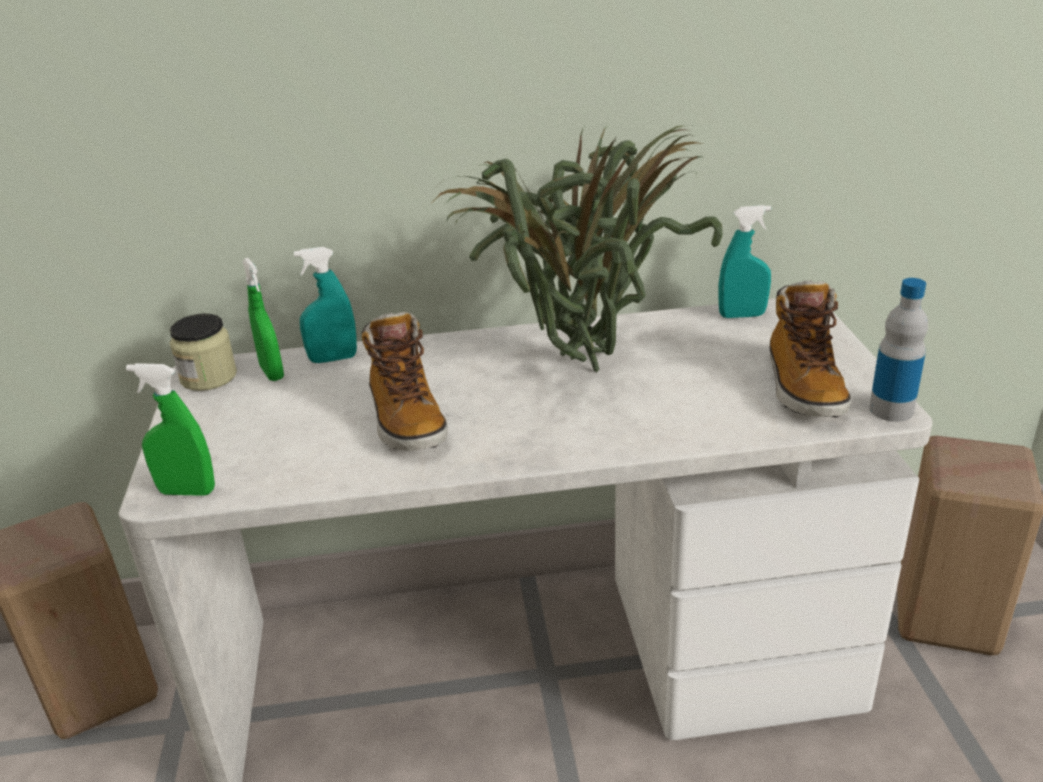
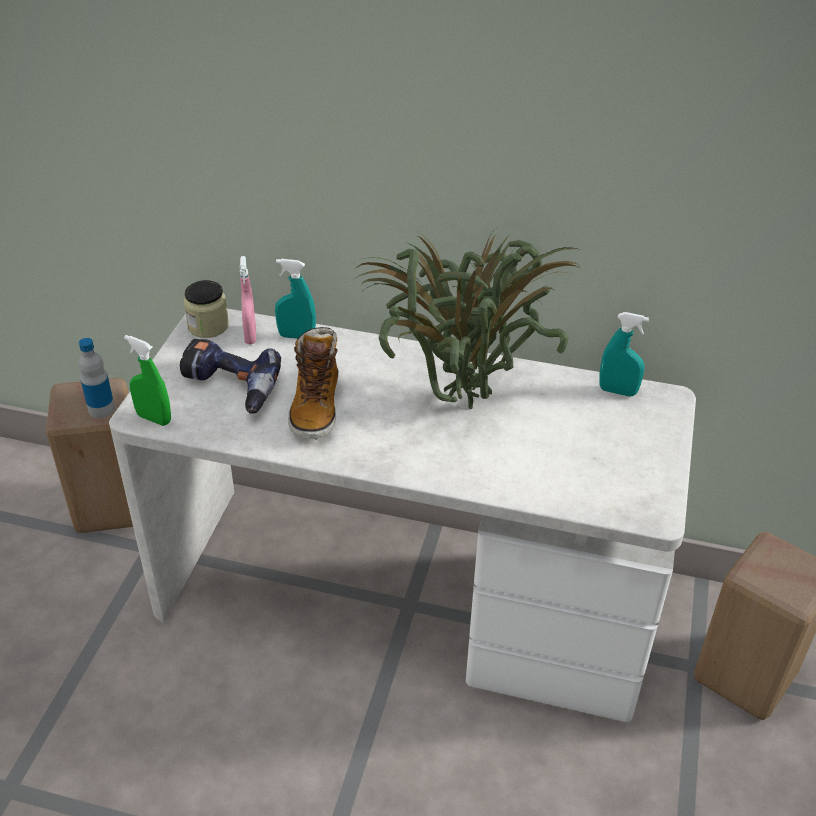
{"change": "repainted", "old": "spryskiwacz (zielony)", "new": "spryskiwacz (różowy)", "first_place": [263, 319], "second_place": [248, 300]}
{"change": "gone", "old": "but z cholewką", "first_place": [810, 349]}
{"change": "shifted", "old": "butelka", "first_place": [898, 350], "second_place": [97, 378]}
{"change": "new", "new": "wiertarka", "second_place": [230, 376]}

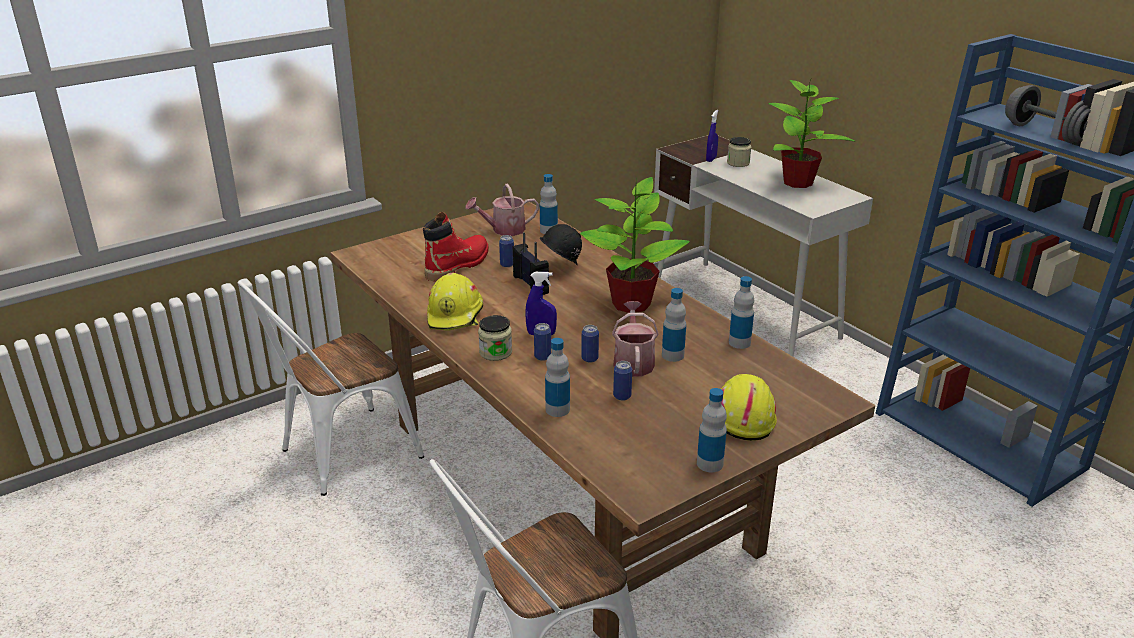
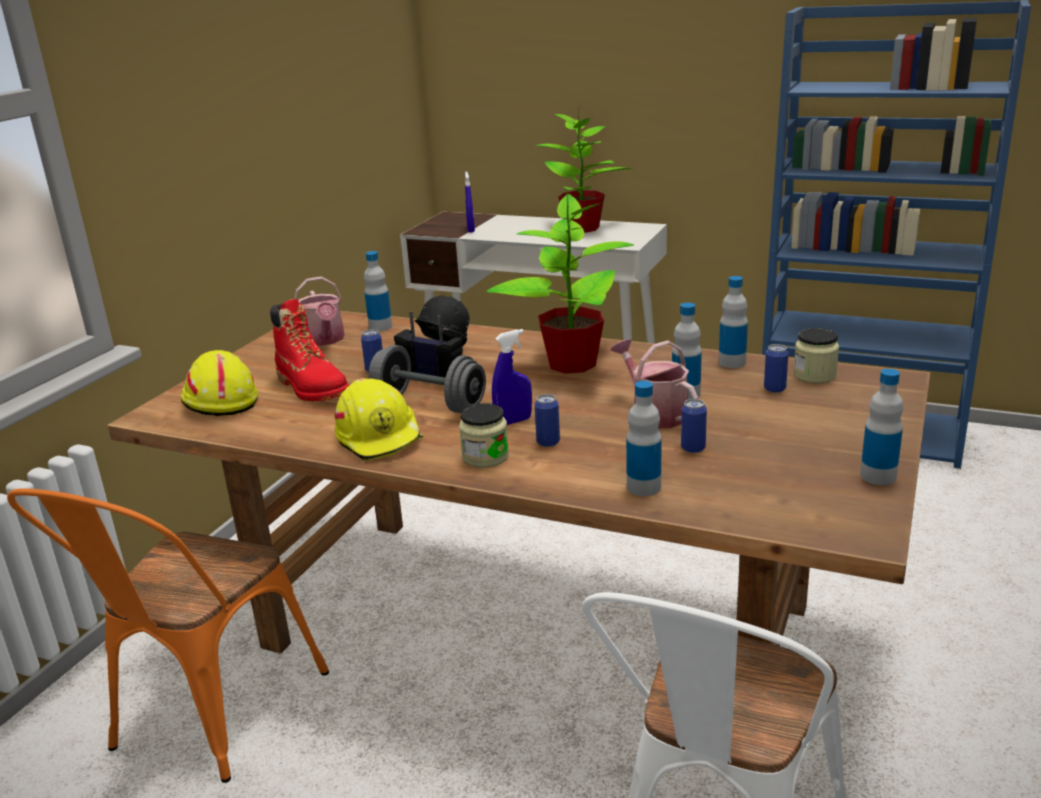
{"change": "repainted", "old": "krzesło (biały)", "new": "krzesło (pomarańczowy)", "first_place": [330, 388], "second_place": [168, 636]}
{"change": "rotated", "old": "but z cholewką (czerwony)", "first_place": [456, 246], "second_place": [309, 350], "degrees": 135}
{"change": "rotated", "old": "konewka", "first_place": [502, 210], "second_place": [319, 311], "degrees": -60}
{"change": "shifted", "old": "puszka", "first_place": [590, 344], "second_place": [776, 368]}
{"change": "shifted", "old": "kask (żółty)", "first_place": [748, 407], "second_place": [219, 383]}
{"change": "shifted", "old": "słoik", "first_place": [739, 152], "second_place": [816, 355]}
{"change": "shifted", "old": "hantel (szary)", "first_place": [1048, 114], "second_place": [427, 379]}

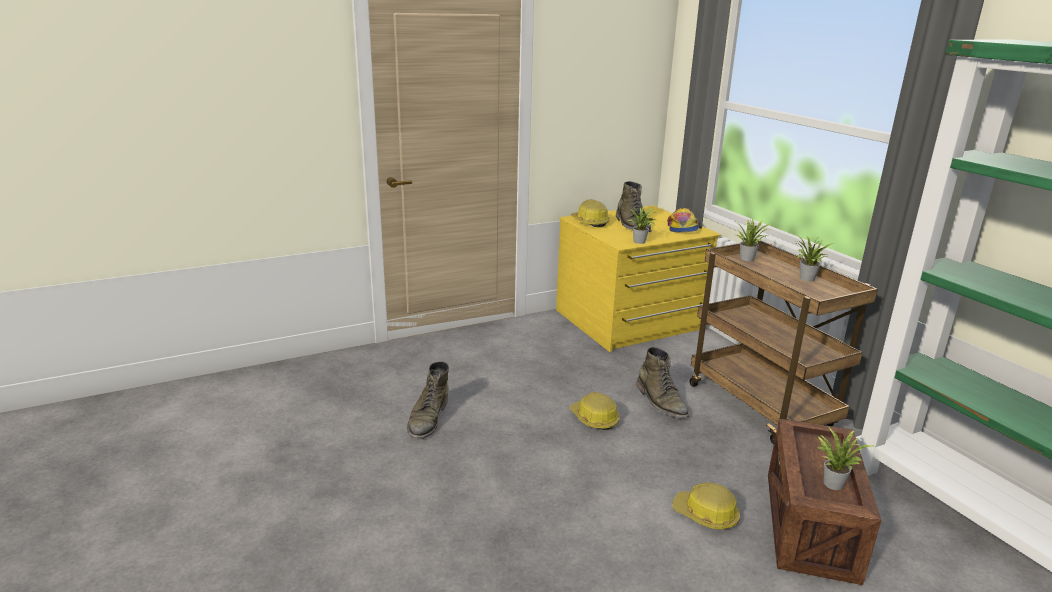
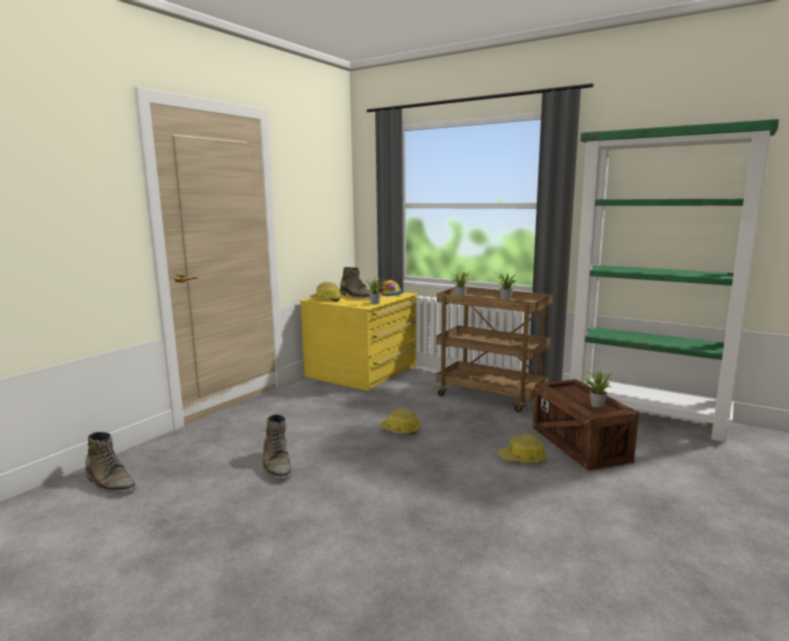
{"change": "shifted", "old": "but z cholewką (zielony)", "first_place": [662, 382], "second_place": [111, 462]}

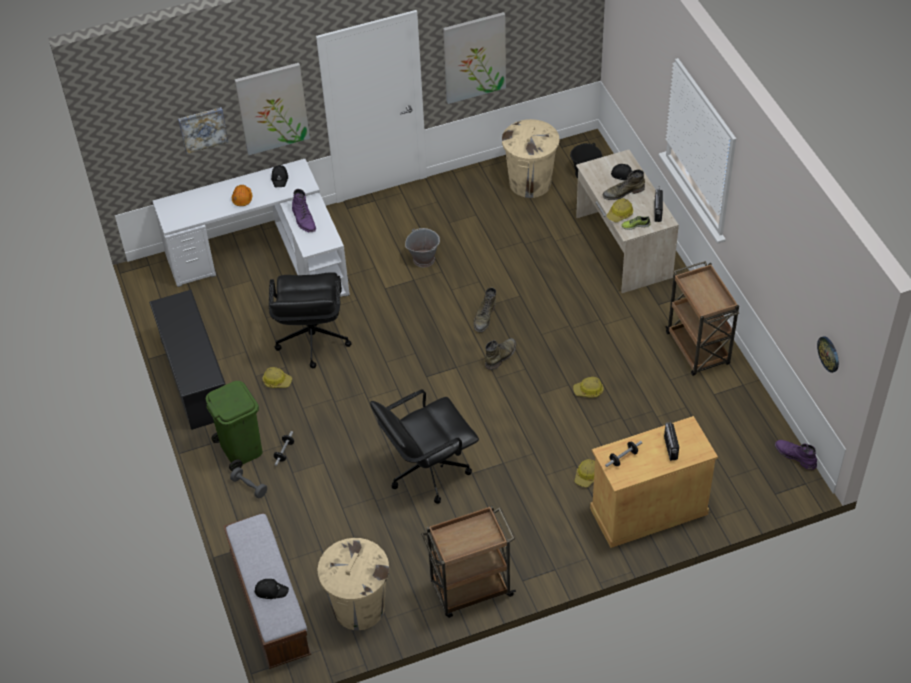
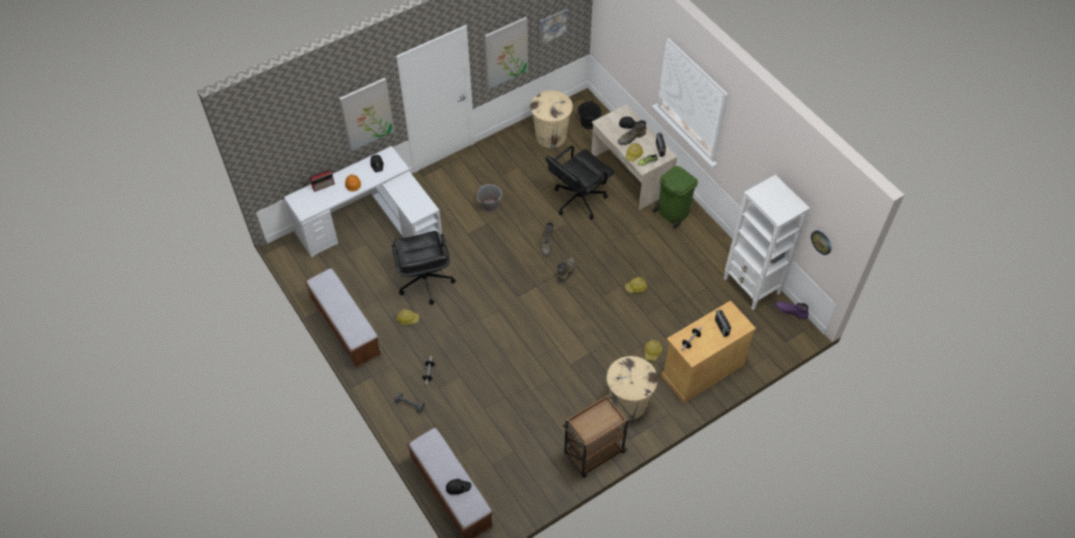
{"change": "swapped", "old": "regał na buty (czarny)", "new": "ławka", "first_place": [187, 360], "second_place": [343, 318]}
{"change": "shifted", "old": "obraz", "first_place": [203, 130], "second_place": [554, 27]}
{"change": "shifted", "old": "kosz na śmieci (zielony)", "first_place": [234, 426], "second_place": [675, 197]}
{"change": "gone", "old": "but z cholewką (fioletowy)", "first_place": [304, 210]}
{"change": "shifted", "old": "kosz na śmieci (beżowy)", "first_place": [353, 584], "second_place": [632, 388]}
{"change": "shifted", "old": "krzesło biurowe (czarny)", "first_place": [424, 446], "second_place": [580, 182]}
{"change": "gone", "old": "wózek (brązowy)", "first_place": [702, 318]}
{"change": "new", "new": "radio", "second_place": [322, 180]}
{"change": "new", "new": "regał (biały)", "second_place": [767, 242]}

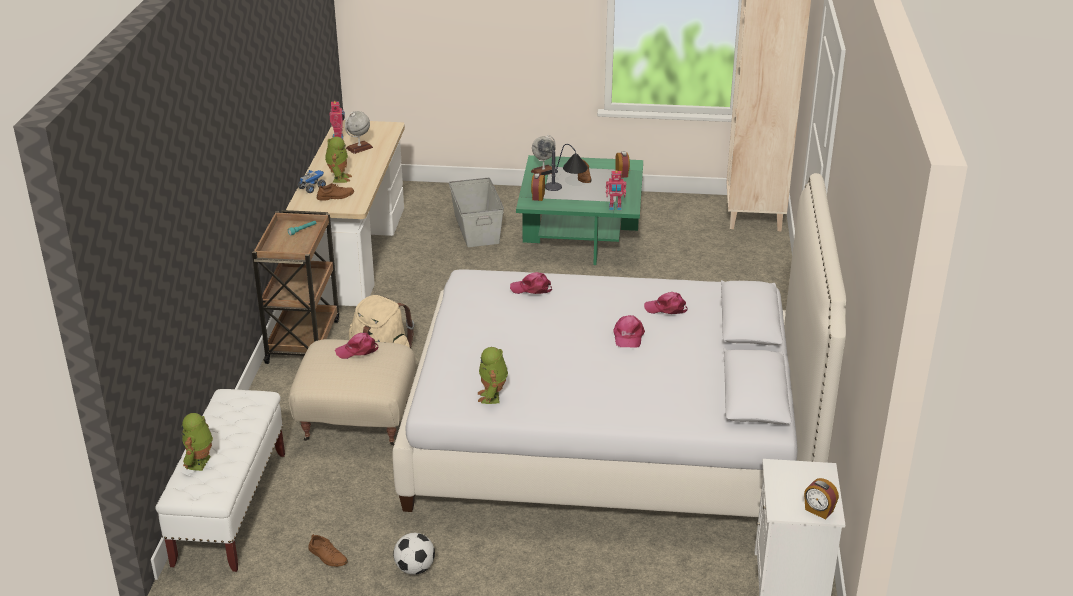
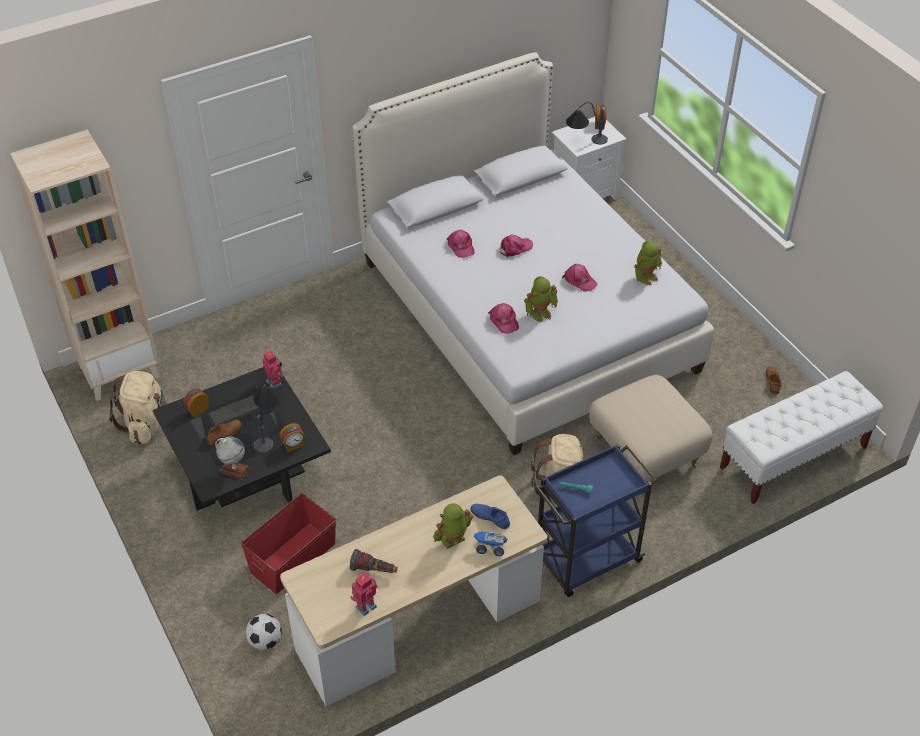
{"change": "shifted", "old": "robot zabawkowy", "first_place": [197, 442], "second_place": [541, 299]}
{"change": "repainted", "old": "wózek (brązowy)", "new": "wózek (niebieski)", "first_place": [295, 287], "second_place": [596, 520]}
{"change": "repainted", "old": "but (brązowy)", "new": "but (niebieski)", "first_place": [335, 192], "second_place": [490, 516]}
{"change": "shifted", "old": "czapka z daszkiem (różowy)", "first_place": [356, 346], "second_place": [579, 278]}
{"change": "swapped", "old": "globus", "new": "latarka", "first_place": [359, 132], "second_place": [374, 561]}
{"change": "shifted", "old": "piłka futbolowa", "first_place": [414, 554], "second_place": [264, 632]}
{"change": "repainted", "old": "pojemnik do przechowywania (szary)", "new": "pojemnik do przechowywania (czerwony)", "first_place": [476, 212], "second_place": [288, 543]}
{"change": "repainted", "old": "ława (zielony)", "new": "ława (czarny)", "first_place": [579, 210], "second_place": [242, 439]}
{"change": "new", "new": "plecak (beżowy)", "second_place": [138, 407]}
{"change": "new", "new": "lampa stołowa", "second_place": [587, 123]}

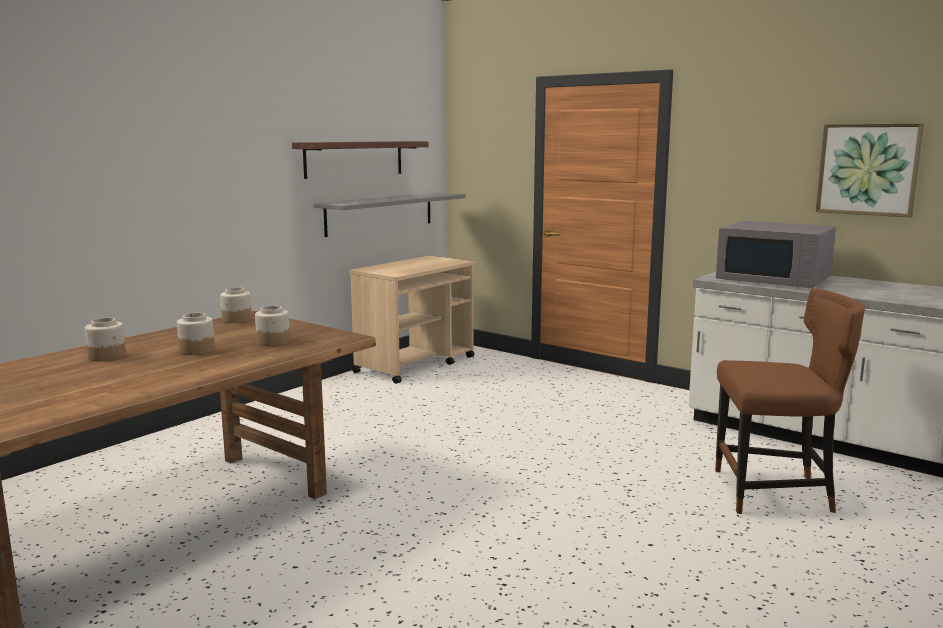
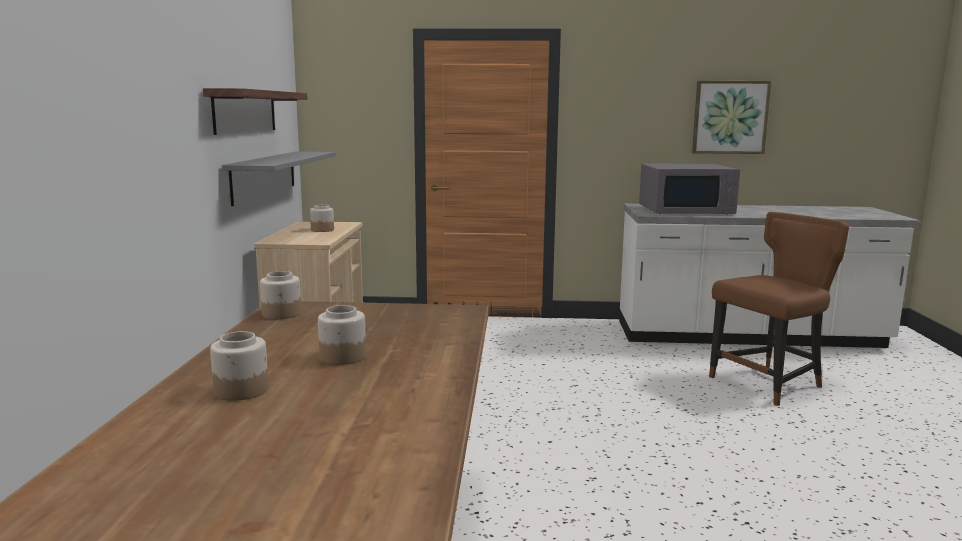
{"change": "shifted", "old": "słoik", "first_place": [272, 326], "second_place": [322, 218]}

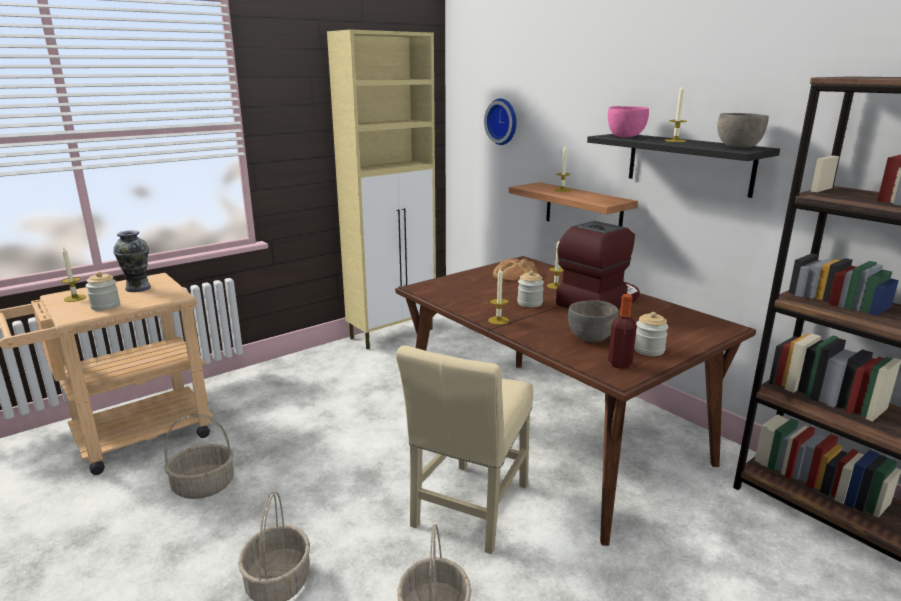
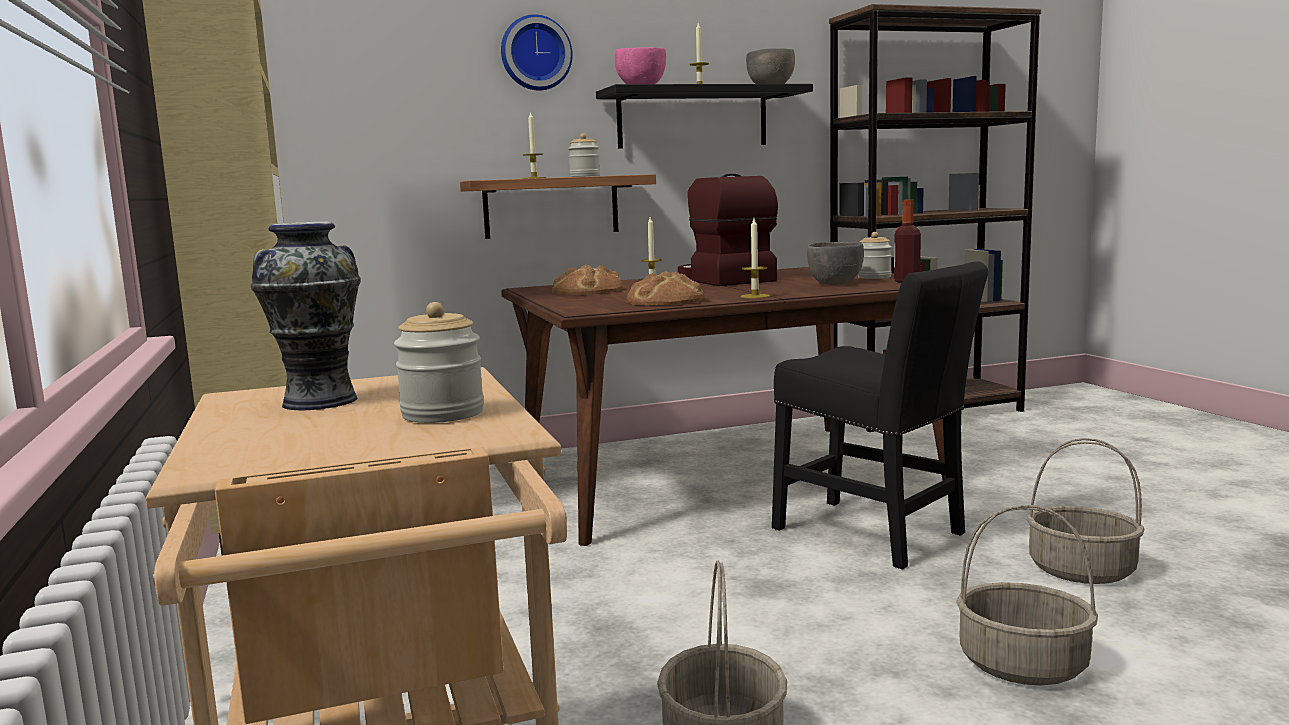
{"change": "gone", "old": "świeca", "first_place": [73, 274]}
{"change": "repainted", "old": "krzesło (beżowy)", "new": "krzesło (czarny)", "first_place": [464, 449], "second_place": [880, 415]}
{"change": "shifted", "old": "zegar ścienny", "first_place": [500, 121], "second_place": [537, 53]}
{"change": "shifted", "old": "słoik", "first_place": [530, 289], "second_place": [584, 155]}
{"change": "new", "new": "chleb", "second_place": [665, 288]}

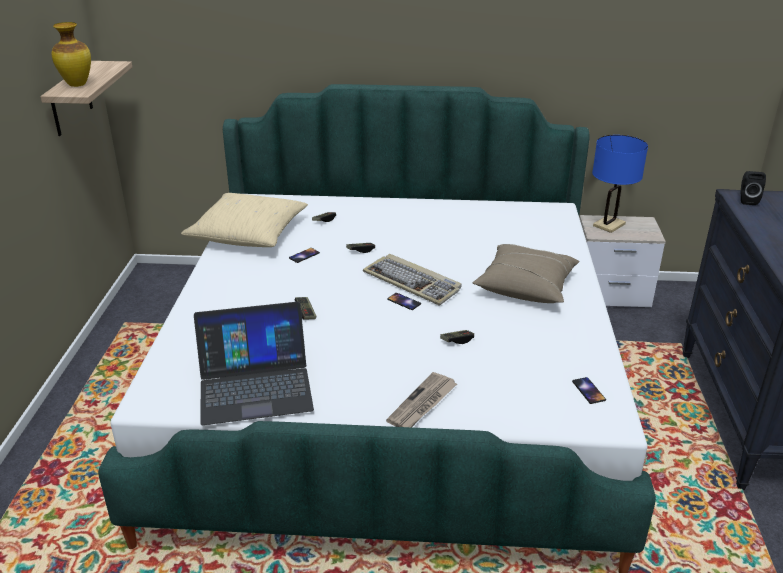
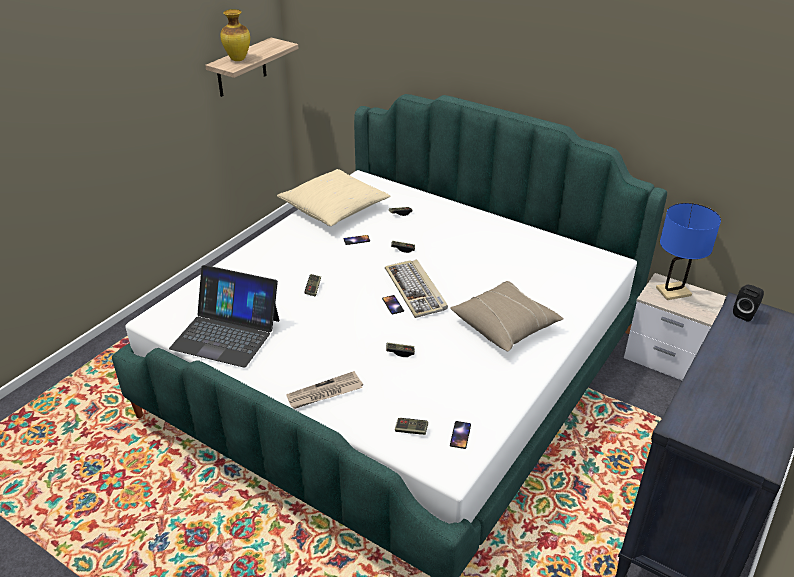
{"change": "new", "new": "pad do gier", "second_place": [411, 426]}

